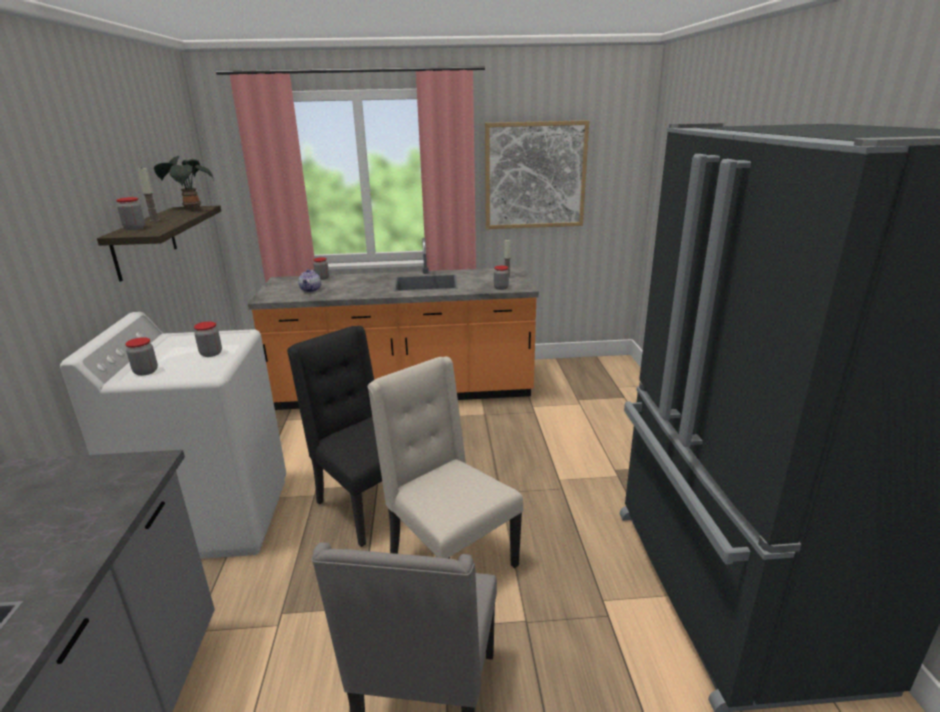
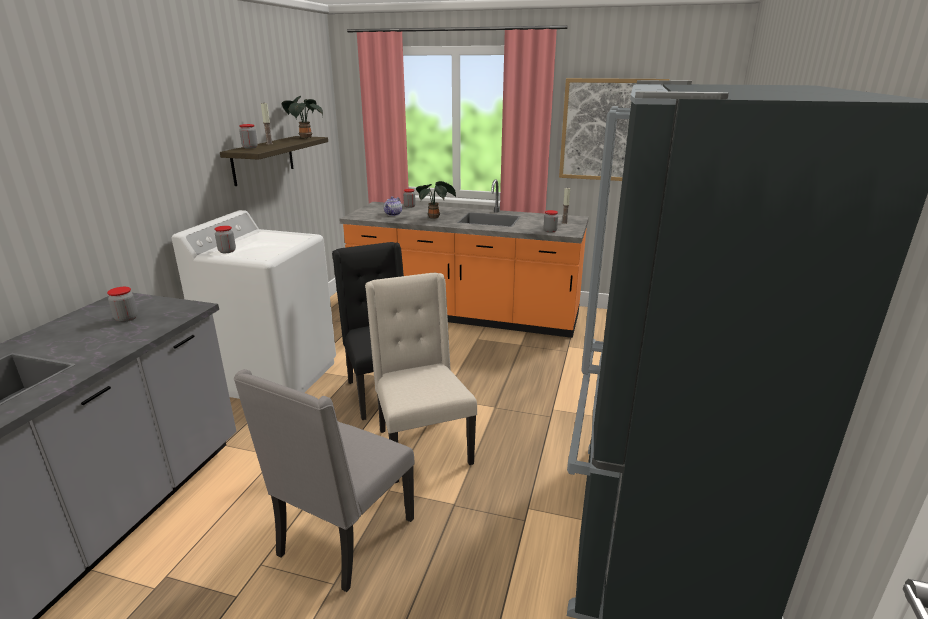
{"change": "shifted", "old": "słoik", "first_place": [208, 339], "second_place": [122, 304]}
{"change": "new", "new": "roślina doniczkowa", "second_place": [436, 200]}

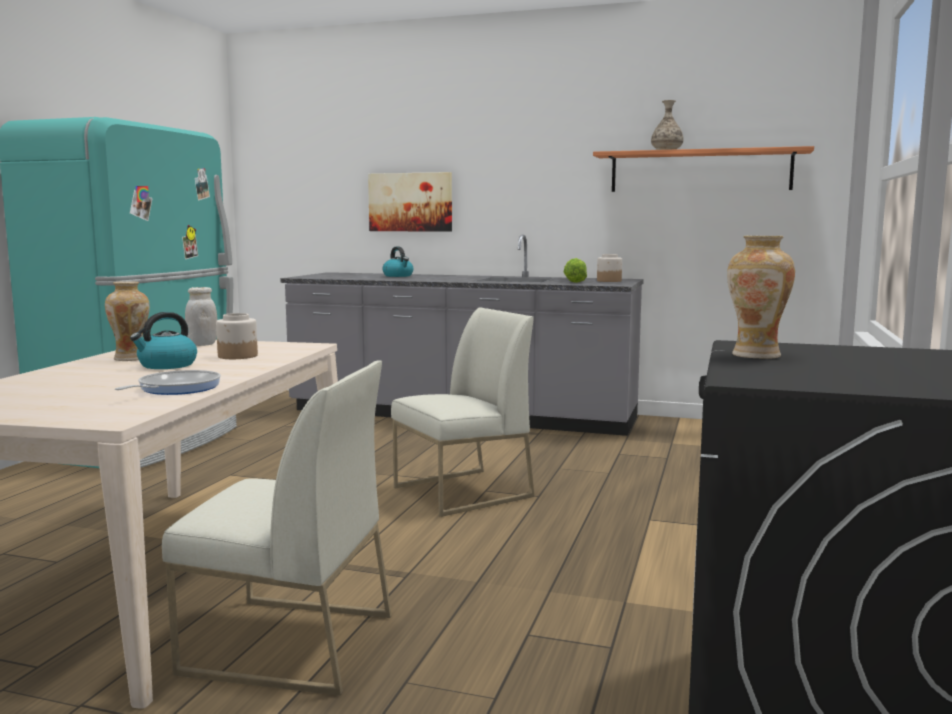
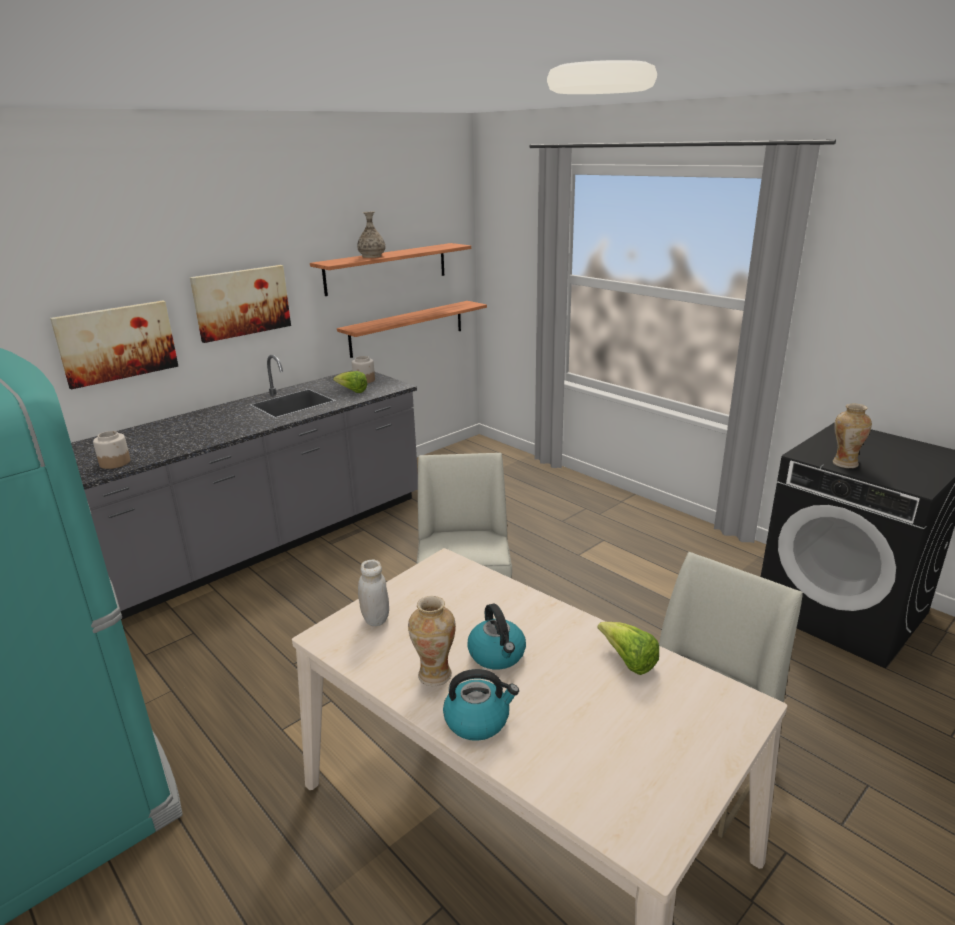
{"change": "swapped", "old": "patelnia", "new": "sałata", "first_place": [168, 382], "second_place": [628, 648]}
{"change": "shifted", "old": "słoik", "first_place": [237, 336], "second_place": [111, 450]}
{"change": "shifted", "old": "czajnik", "first_place": [397, 261], "second_place": [481, 705]}
{"change": "new", "new": "obraz", "second_place": [240, 304]}
{"change": "new", "new": "półka", "second_place": [412, 329]}

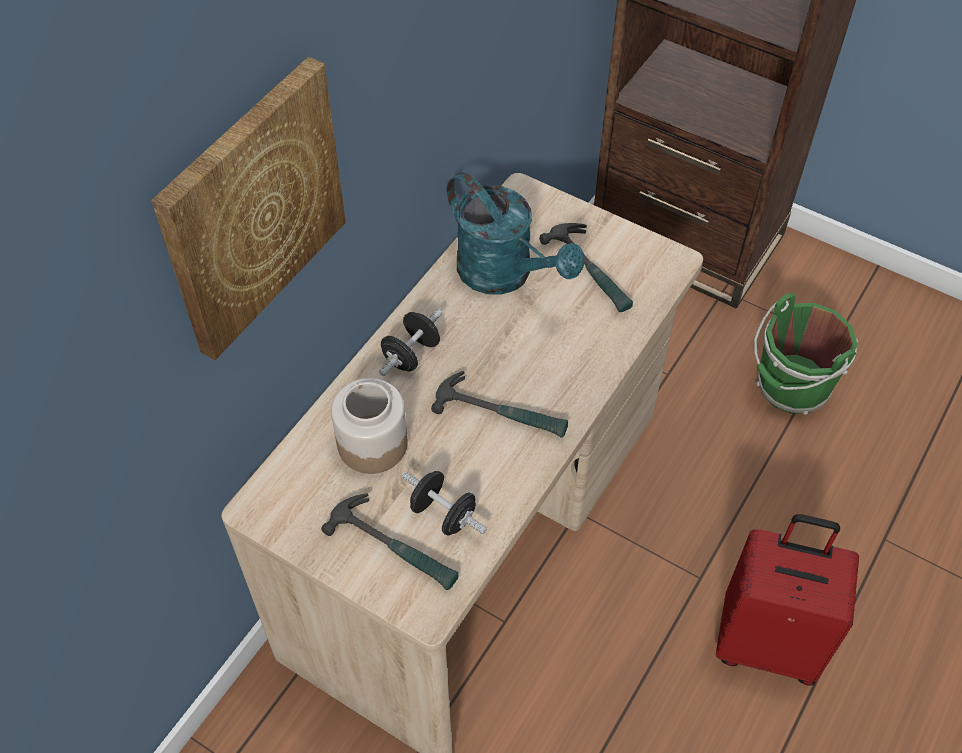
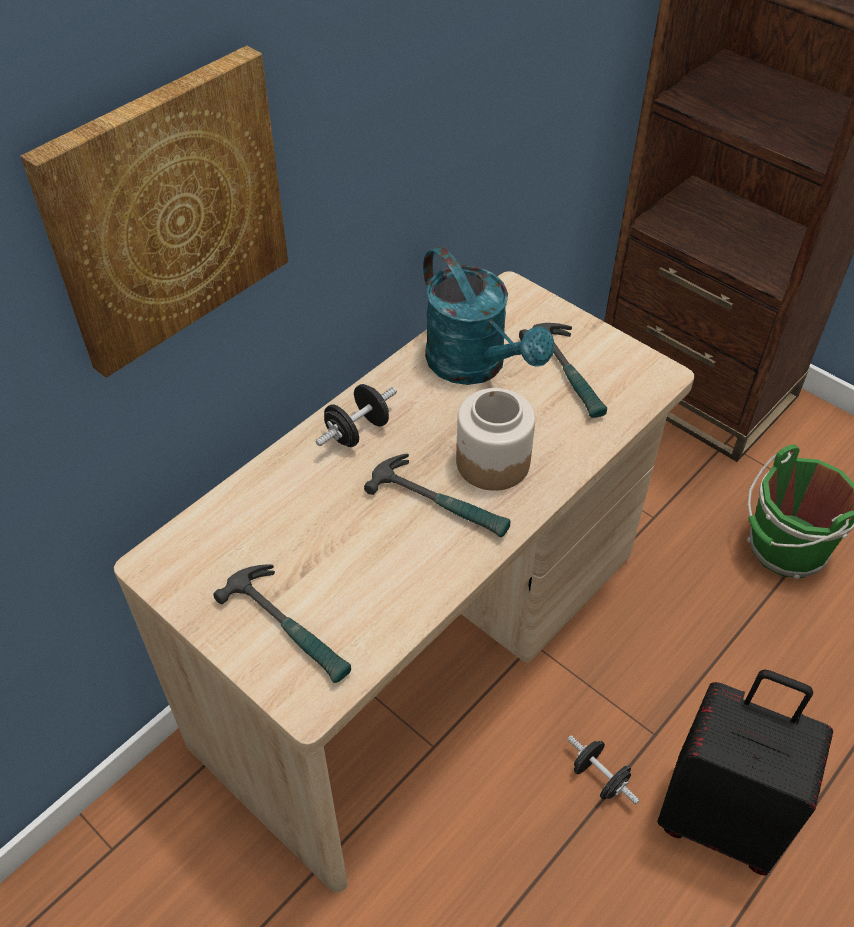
{"change": "shifted", "old": "słoik", "first_place": [369, 426], "second_place": [495, 439]}
{"change": "shifted", "old": "hantel (czarny)", "first_place": [444, 503], "second_place": [604, 770]}
{"change": "repainted", "old": "walizka (czerwony)", "new": "walizka (czarny)", "first_place": [787, 600], "second_place": [745, 772]}

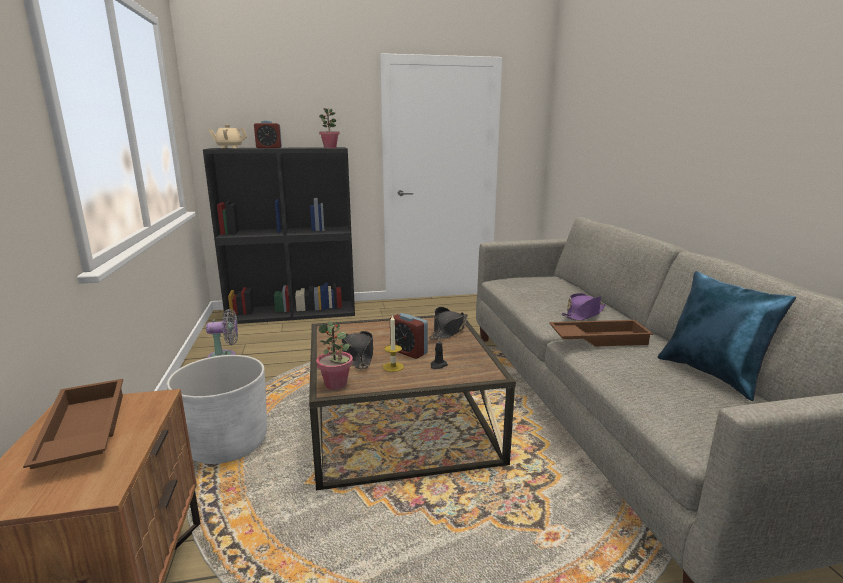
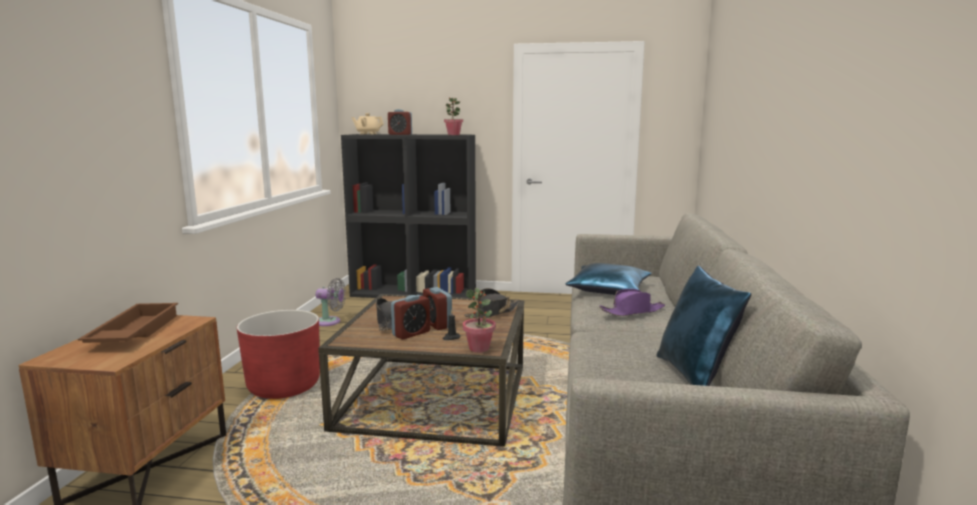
{"change": "repainted", "old": "donica (biały)", "new": "donica (czerwony)", "first_place": [217, 409], "second_place": [278, 354]}
{"change": "shifted", "old": "roślina doniczkowa", "first_place": [334, 355], "second_place": [479, 320]}
{"change": "swapped", "old": "świeca", "new": "budzik", "first_place": [393, 343], "second_place": [410, 317]}
{"change": "gone", "old": "taca (brązowy)", "first_place": [601, 333]}
{"change": "new", "new": "poduszka (niebieski)", "second_place": [609, 279]}

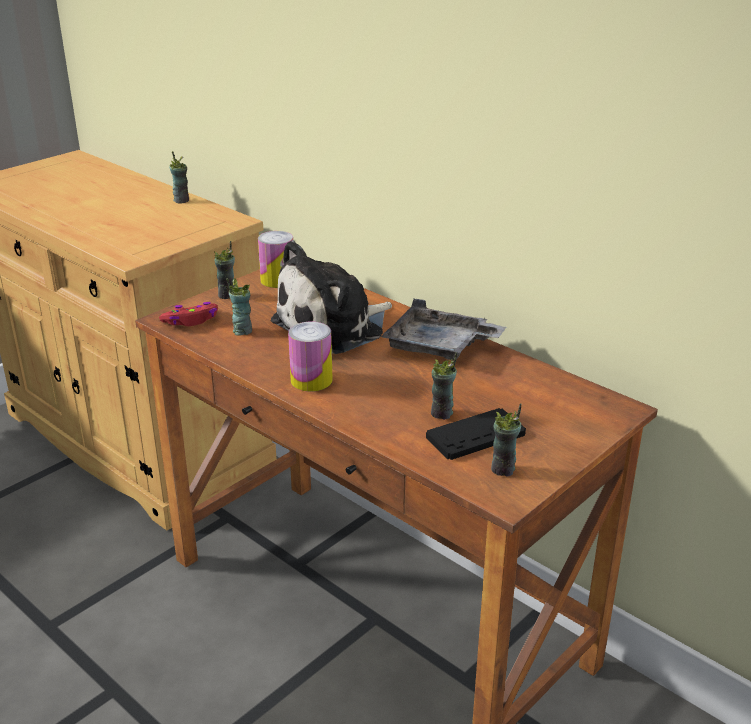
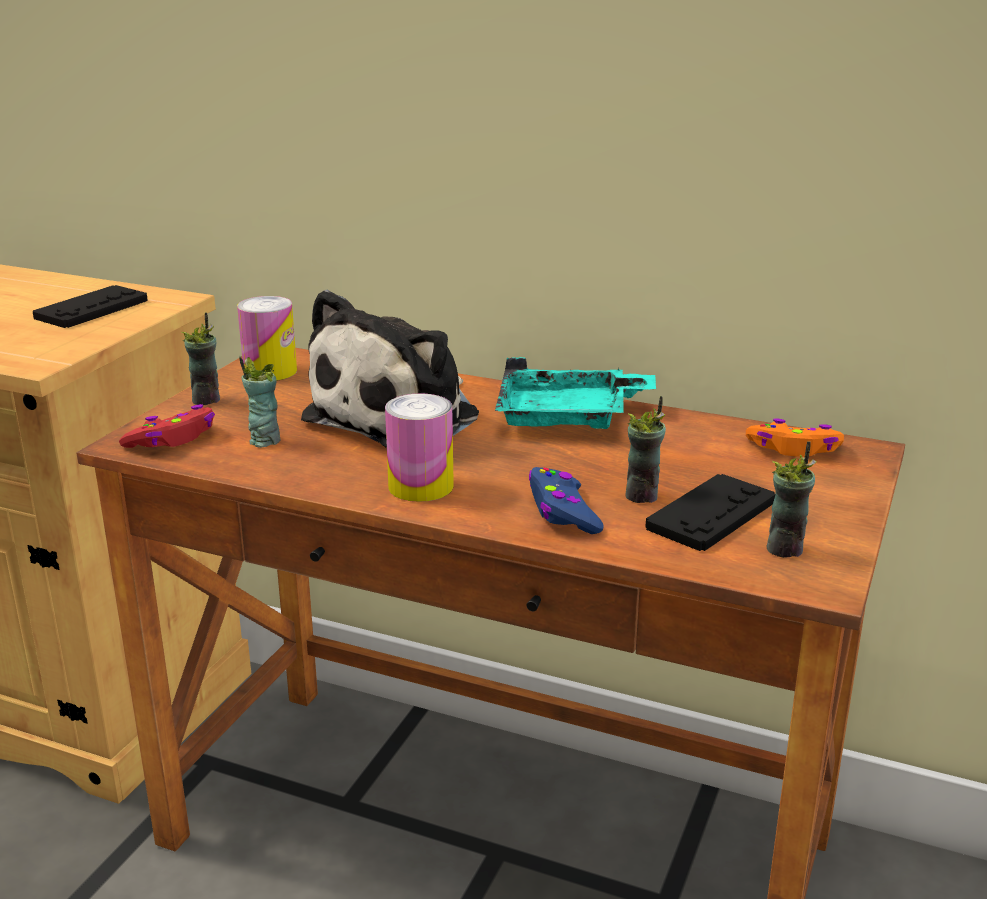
{"change": "gone", "old": "filiżanka", "first_place": [179, 177]}
{"change": "repainted", "old": "taca (szary)", "new": "taca (turkusowy)", "first_place": [443, 330], "second_place": [575, 393]}
{"change": "new", "new": "pad do gier (czarny)", "second_place": [90, 306]}
{"change": "new", "new": "pad do gier (niebieski)", "second_place": [566, 500]}
{"change": "new", "new": "pad do gier (pomarańczowy)", "second_place": [795, 437]}

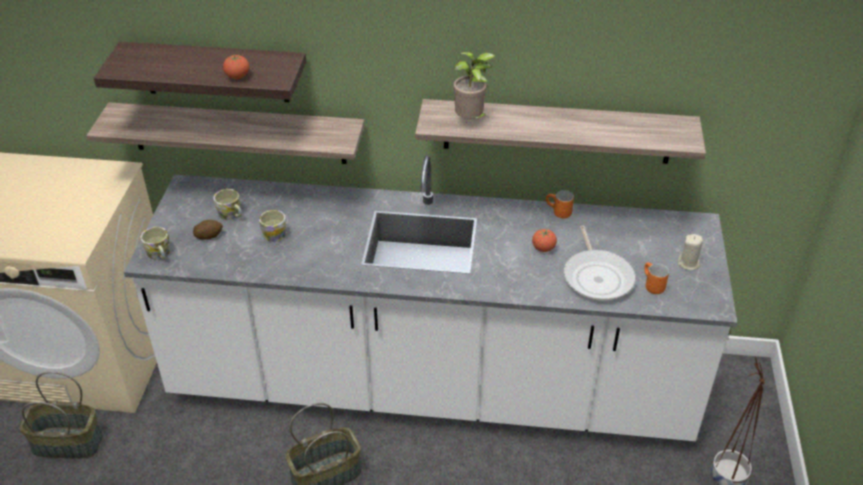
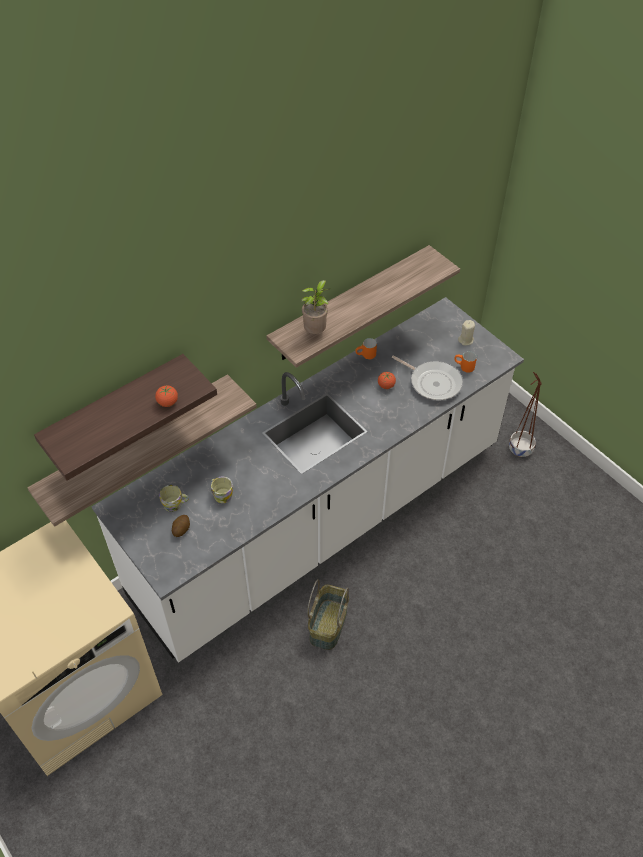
{"change": "gone", "old": "koszyk", "first_place": [61, 414]}
{"change": "gone", "old": "kubek", "first_place": [155, 243]}

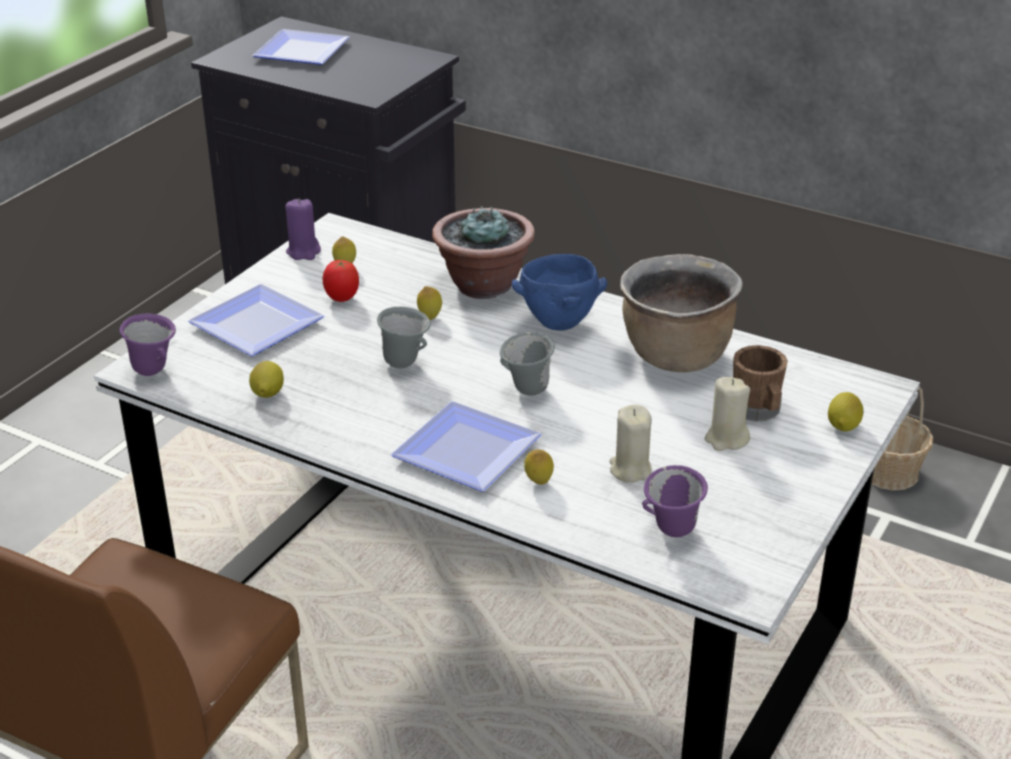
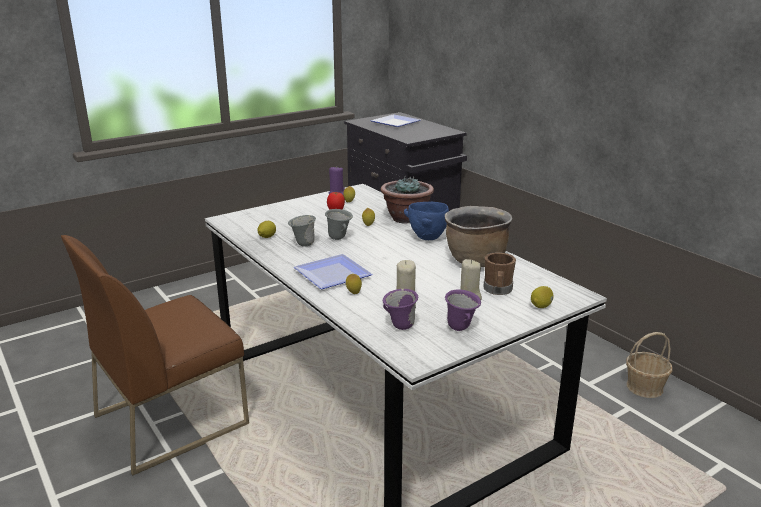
{"change": "shifted", "old": "kubek (fioletowy)", "first_place": [147, 344], "second_place": [463, 310]}
{"change": "gone", "old": "talerz", "first_place": [256, 320]}
{"change": "shifted", "old": "kubek (szary)", "first_place": [527, 364], "second_place": [302, 231]}

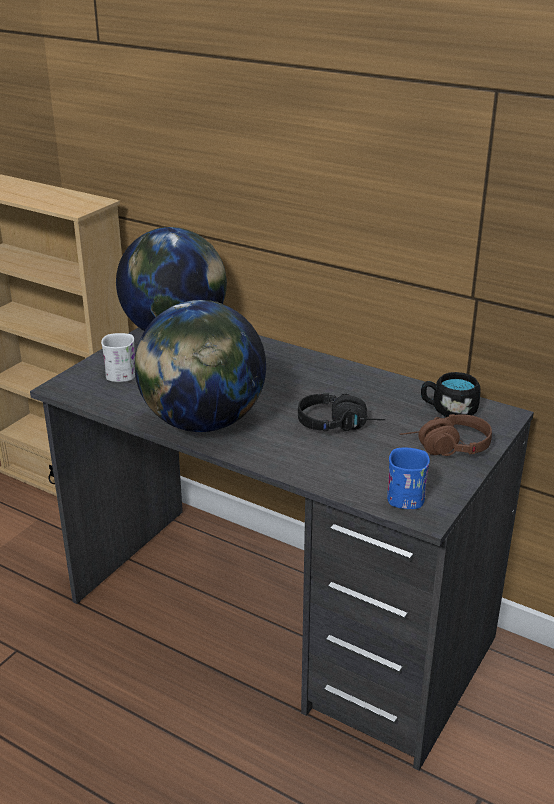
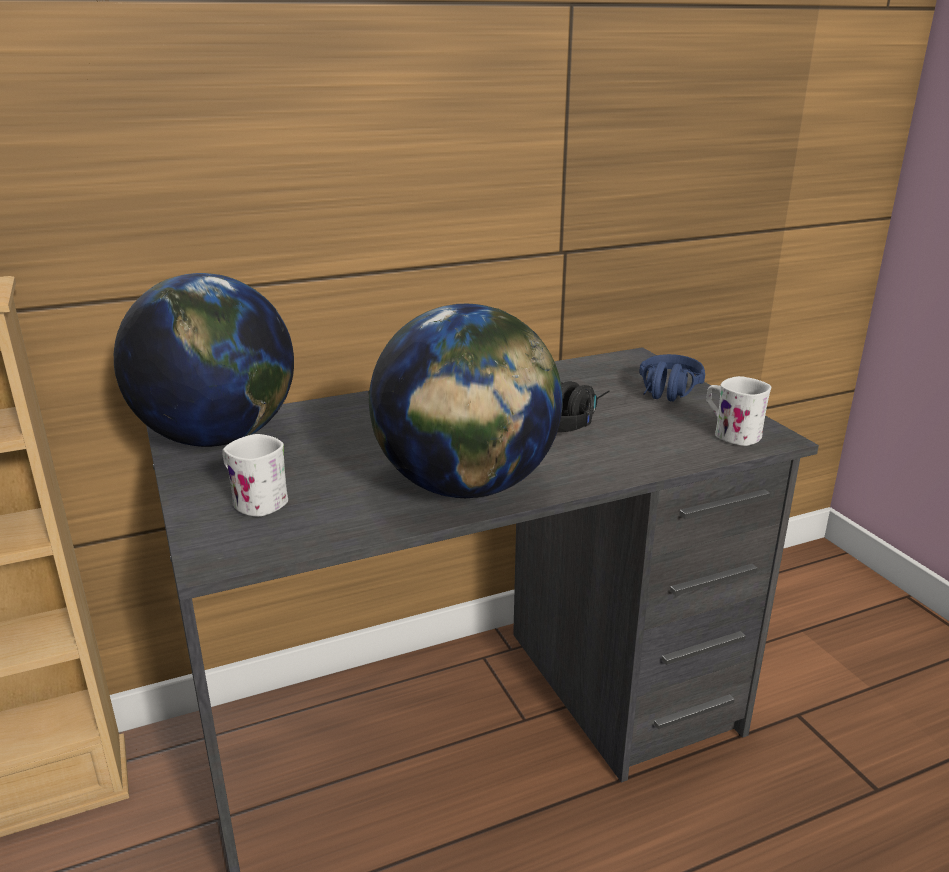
{"change": "repainted", "old": "kubek (niebieski)", "new": "kubek (biały)", "first_place": [408, 478], "second_place": [738, 411]}
{"change": "repainted", "old": "słuchawki (brązowy)", "new": "słuchawki (niebieski)", "first_place": [446, 435], "second_place": [672, 378]}
{"change": "gone", "old": "kubek (czarny)", "first_place": [450, 394]}

